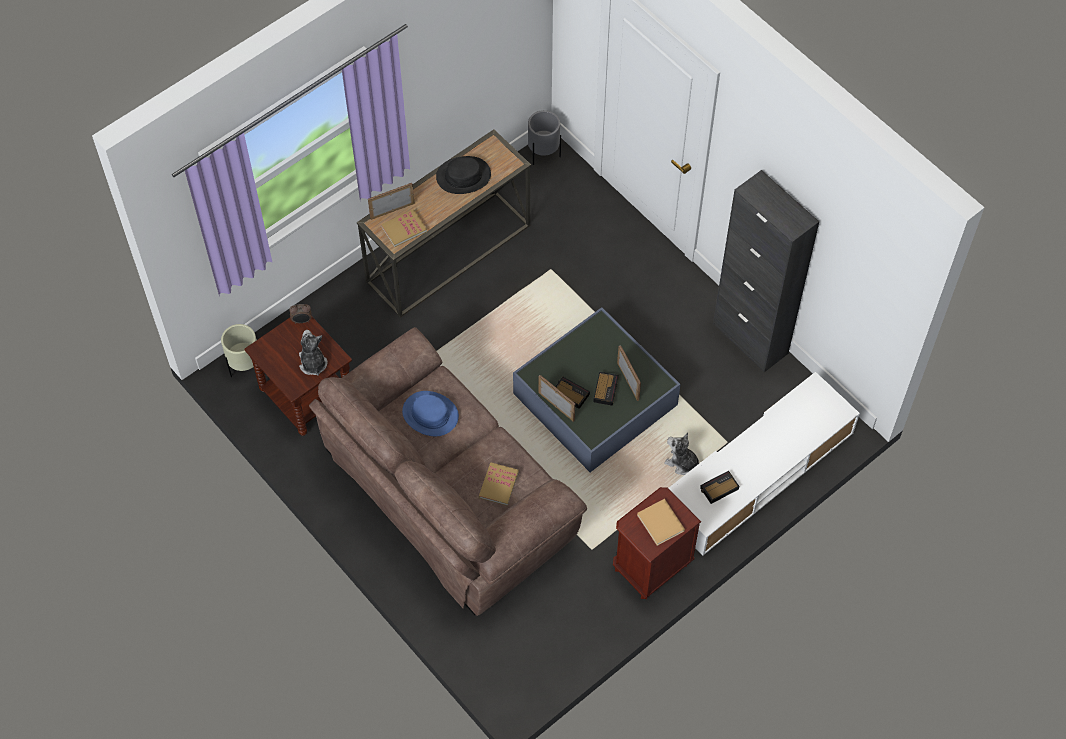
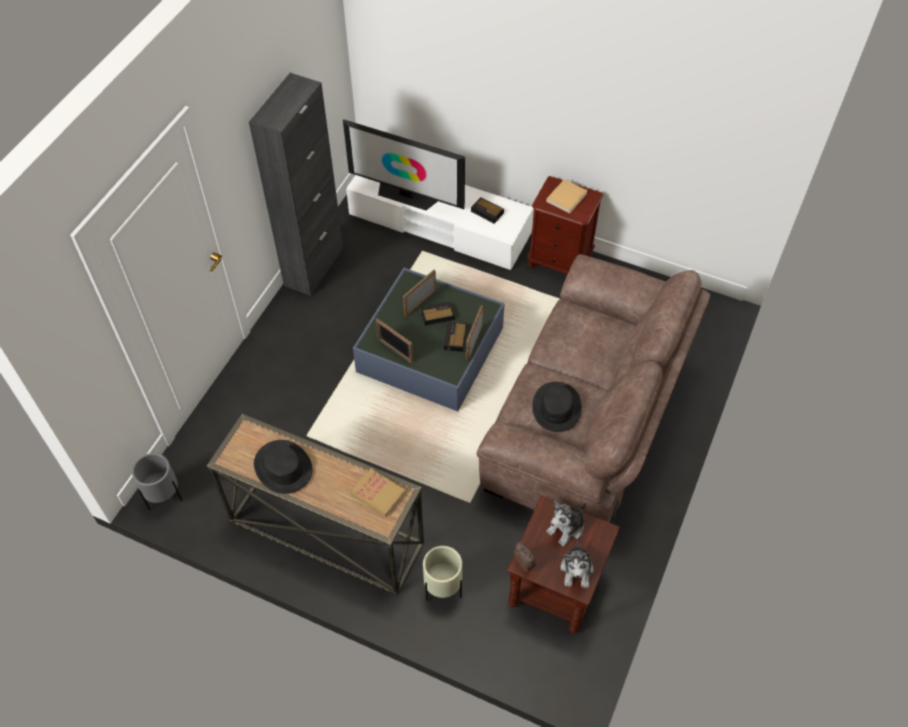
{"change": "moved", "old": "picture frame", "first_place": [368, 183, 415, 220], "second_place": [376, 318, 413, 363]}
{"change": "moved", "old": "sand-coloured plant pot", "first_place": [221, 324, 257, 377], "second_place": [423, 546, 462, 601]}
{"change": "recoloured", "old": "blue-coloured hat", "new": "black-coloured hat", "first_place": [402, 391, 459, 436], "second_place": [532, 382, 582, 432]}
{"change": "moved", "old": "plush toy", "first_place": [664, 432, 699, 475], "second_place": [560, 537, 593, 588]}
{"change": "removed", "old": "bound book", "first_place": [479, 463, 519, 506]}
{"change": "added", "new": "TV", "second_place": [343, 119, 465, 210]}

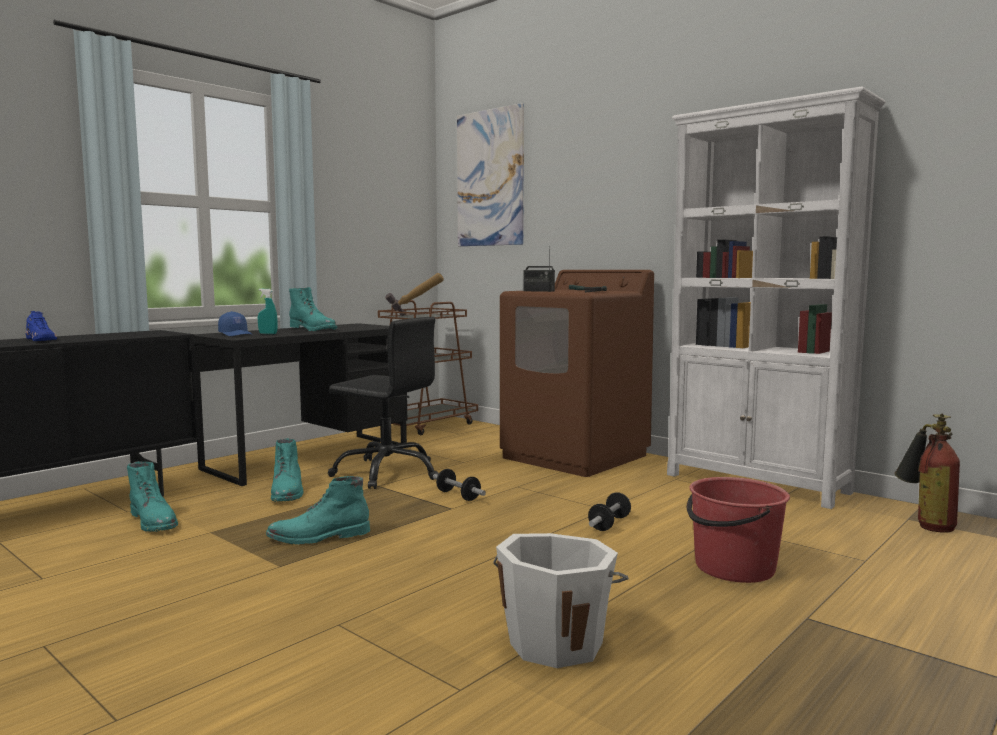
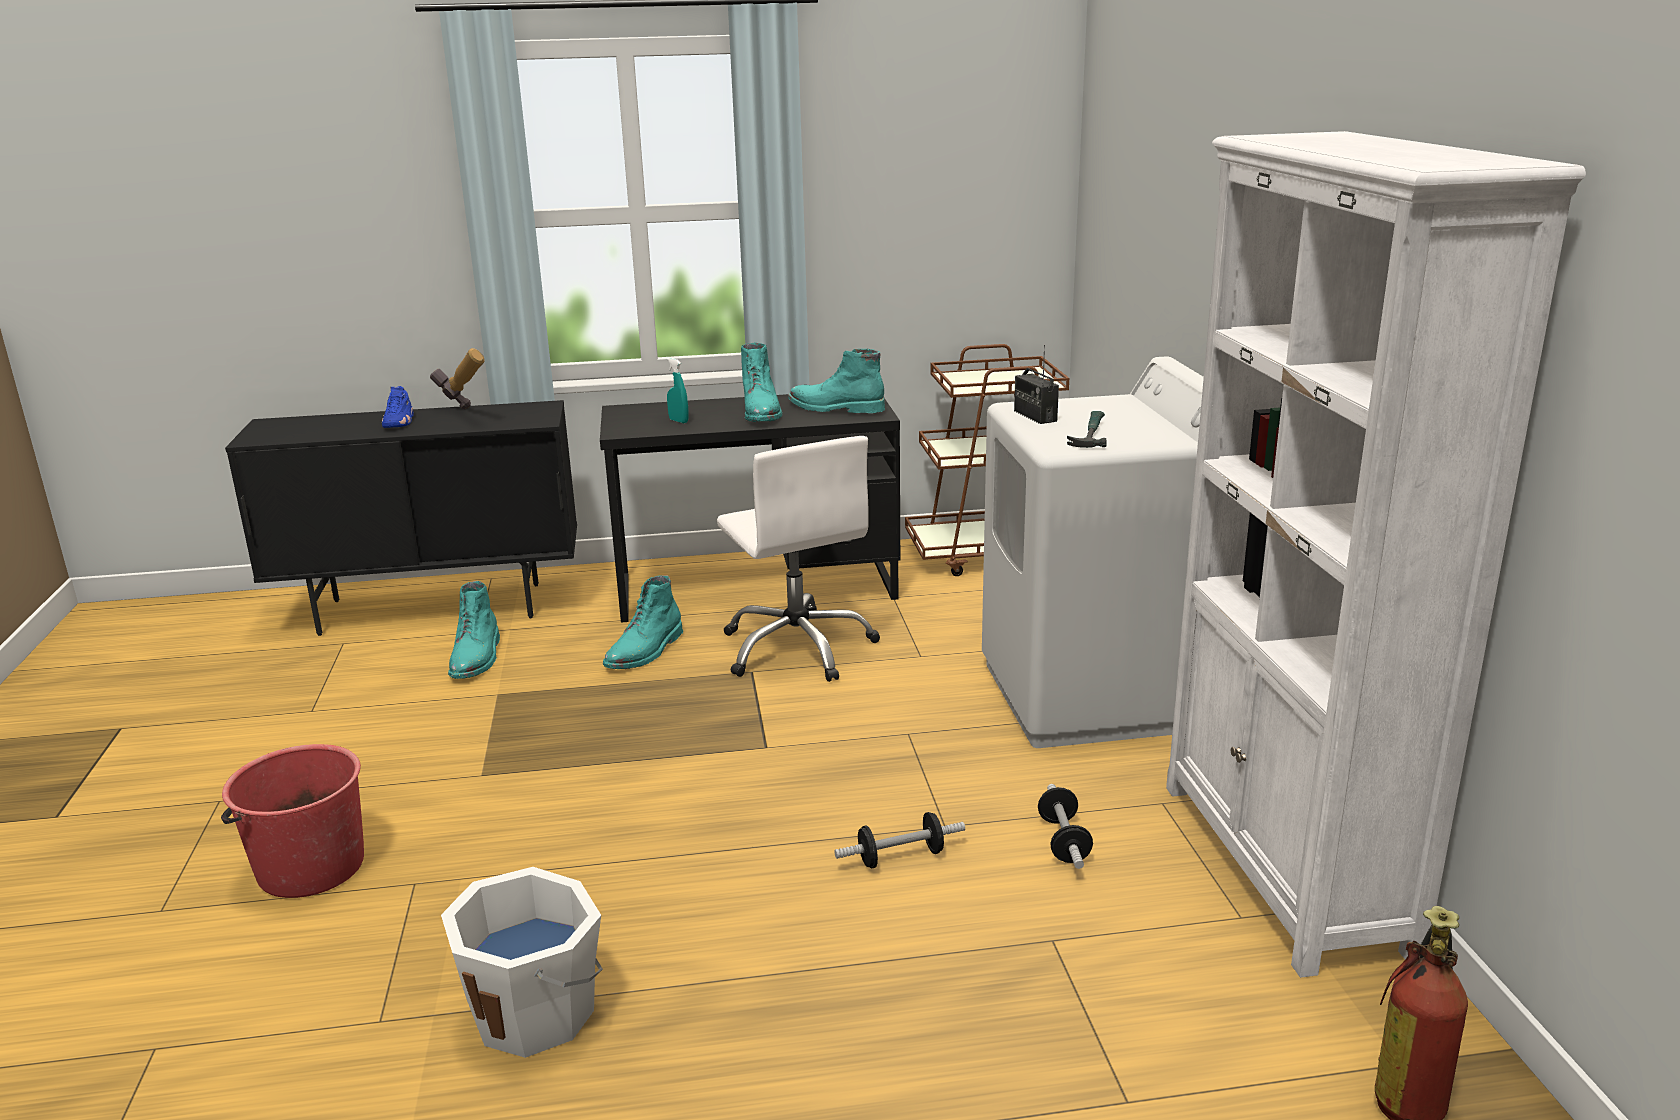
{"change": "removed", "old": "wall art", "first_place": [457, 103, 524, 246]}
{"change": "recoloured", "old": "brown-coloured laundry appliance", "new": "white-coloured laundry appliance", "first_place": [500, 270, 654, 477], "second_place": [982, 356, 1204, 748]}
{"change": "moved", "old": "hand hammer", "first_place": [385, 273, 444, 316], "second_place": [430, 348, 485, 409]}
{"change": "removed", "old": "blue-coloured cap", "first_place": [218, 311, 253, 336]}
{"change": "recoloured", "old": "black-coloured office chair", "new": "white-coloured office chair", "first_place": [328, 317, 439, 489], "second_place": [717, 436, 880, 682]}
{"change": "moved", "old": "hand weight", "first_place": [433, 469, 486, 501], "second_place": [1038, 784, 1093, 869]}
{"change": "moved", "old": "turquoise-coloured boot", "first_place": [266, 476, 370, 545], "second_place": [788, 349, 885, 413]}
{"change": "moved", "old": "red water bucket", "first_place": [687, 477, 790, 583], "second_place": [221, 744, 364, 898]}

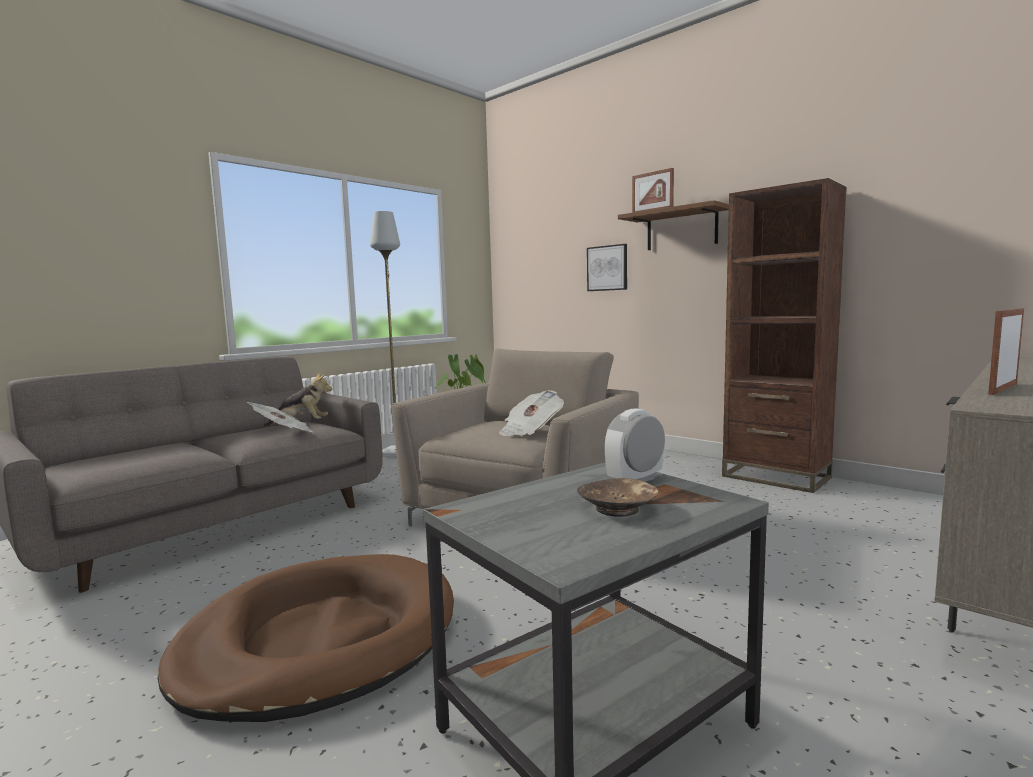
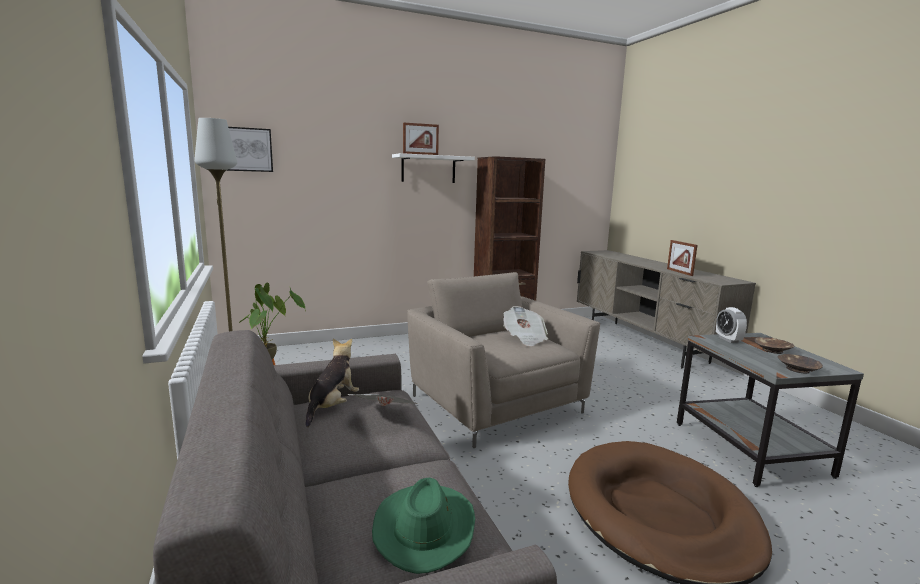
{"change": "recoloured", "old": "brown-coloured bracket shelf", "new": "white-coloured bracket shelf", "first_place": [618, 200, 729, 250], "second_place": [392, 153, 475, 183]}
{"change": "moved", "old": "wall art", "first_place": [587, 244, 627, 291], "second_place": [227, 127, 273, 172]}
{"change": "added", "new": "brown-coloured deep dish", "second_place": [778, 354, 823, 373]}
{"change": "added", "new": "green hat", "second_place": [372, 478, 475, 574]}

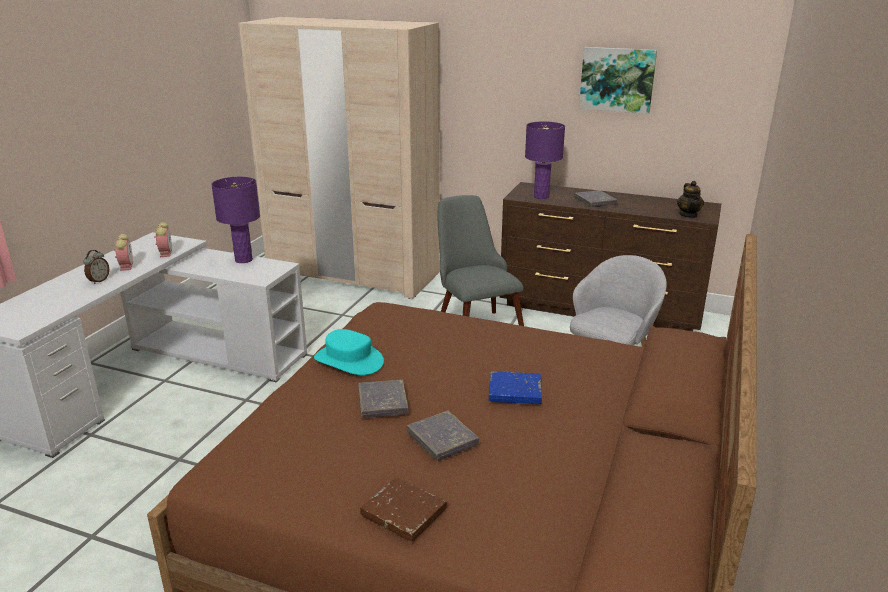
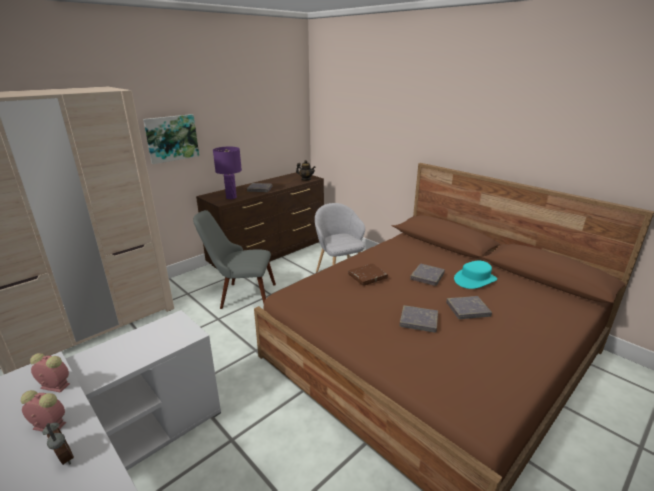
{"change": "moved", "old": "wall art", "first_place": [579, 47, 657, 114], "second_place": [143, 114, 199, 164]}
{"change": "removed", "old": "purple table lamp", "first_place": [211, 177, 260, 263]}
{"change": "moved", "old": "turquoise-coloured hat", "first_place": [314, 329, 384, 375], "second_place": [454, 261, 497, 289]}
{"change": "recoloured", "old": "blue-coloured bound book", "new": "greyish bound book", "first_place": [489, 371, 542, 404], "second_place": [410, 263, 445, 286]}
{"change": "moved", "old": "brown-coloured bound book", "first_place": [360, 477, 447, 542], "second_place": [348, 264, 388, 286]}

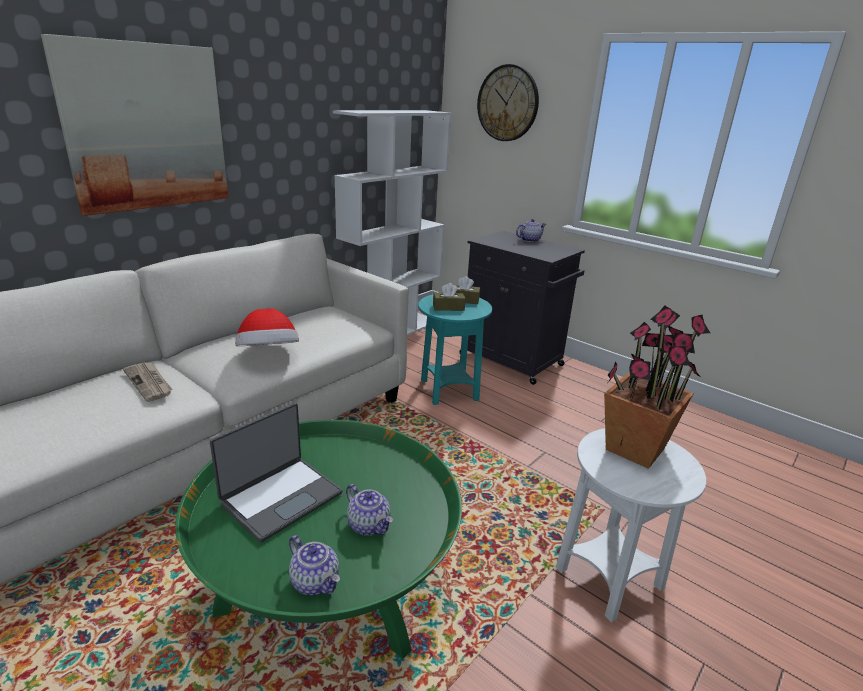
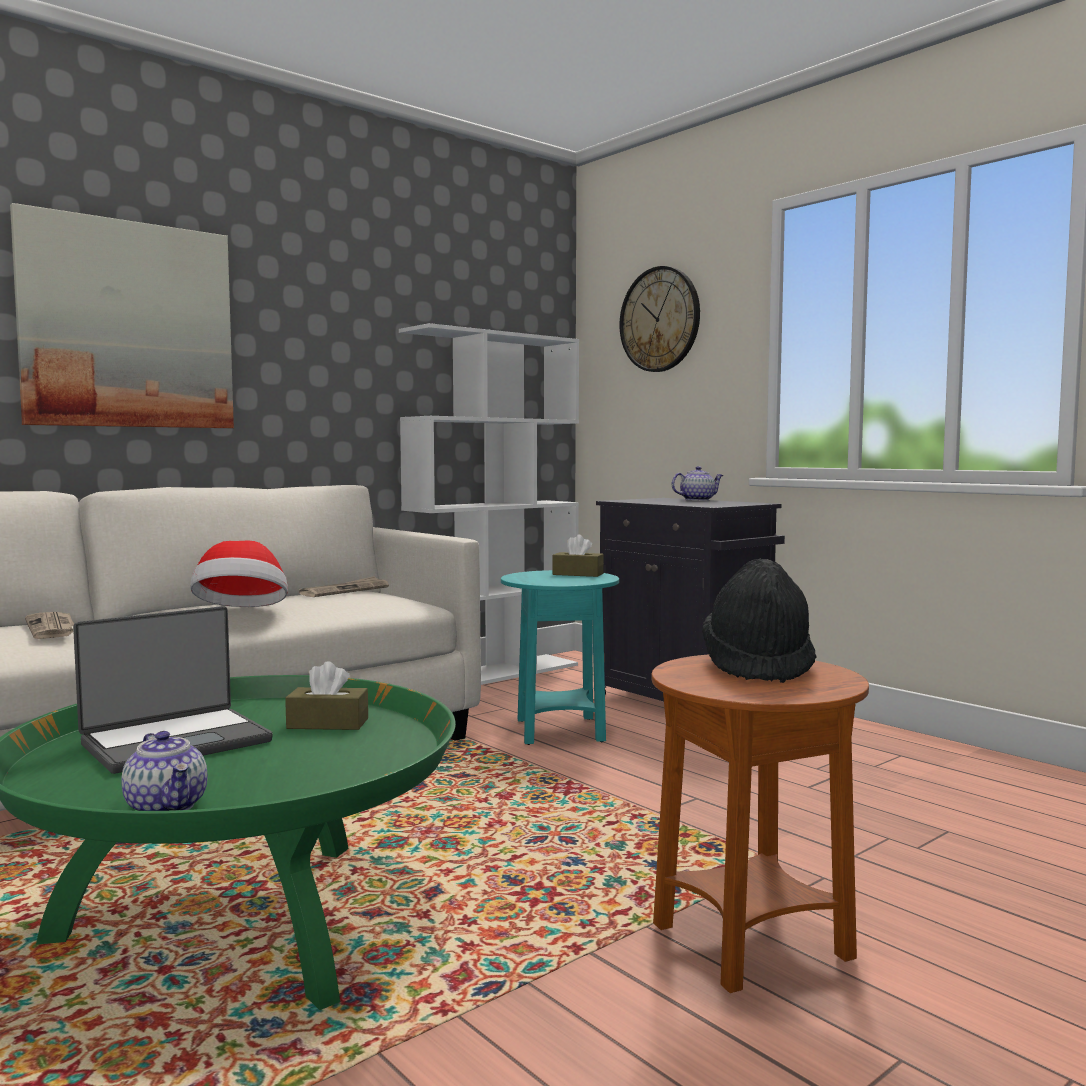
{"change": "moved", "old": "brown-coloured tissue box", "first_place": [433, 283, 466, 311], "second_place": [285, 661, 368, 730]}
{"change": "replaced", "old": "houseplant", "new": "black-coloured hat", "first_place": [604, 306, 710, 469], "second_place": [702, 559, 817, 683]}
{"change": "recoloured", "old": "white-coloured side table", "new": "brown-coloured side table", "first_place": [556, 428, 706, 622], "second_place": [651, 654, 869, 993]}
{"change": "removed", "old": "tea pot", "first_place": [346, 484, 393, 536]}
{"change": "added", "new": "printed paper", "second_place": [299, 576, 389, 597]}

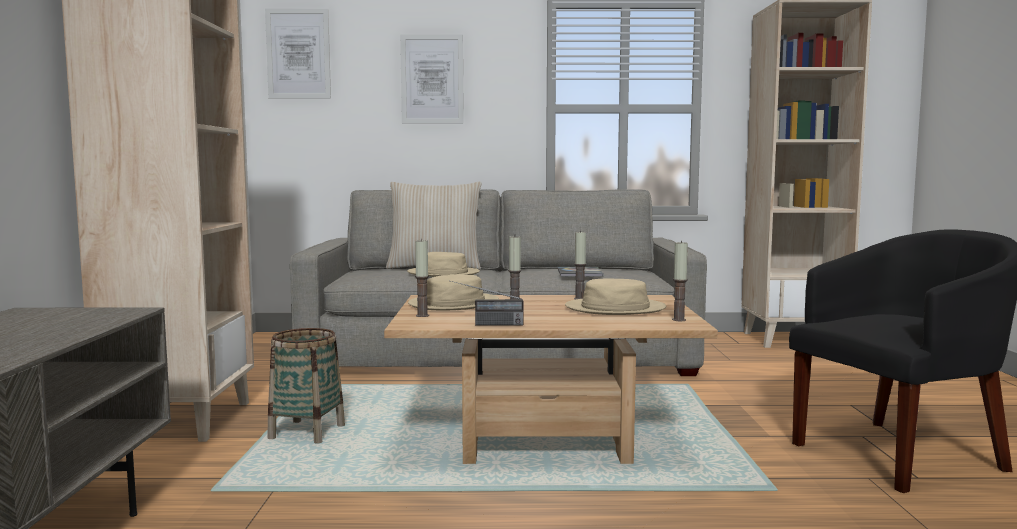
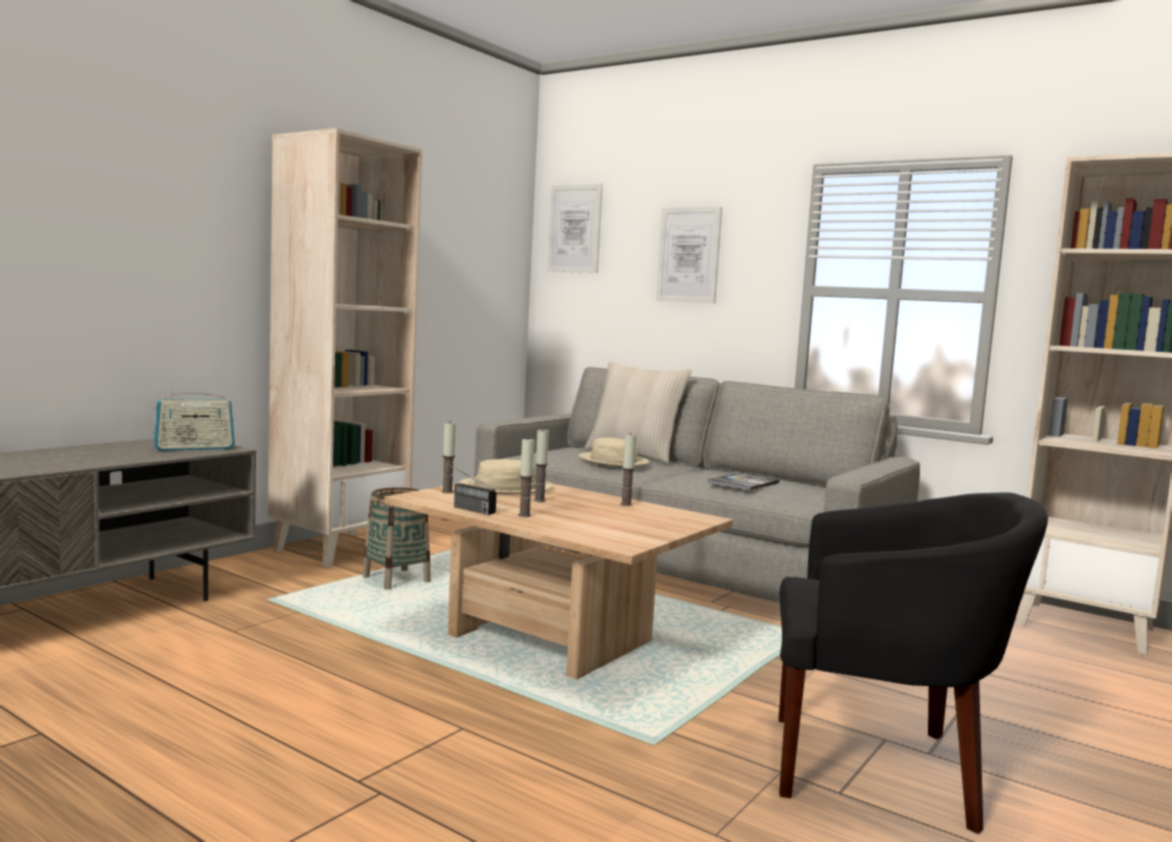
{"change": "moved", "old": "wax light", "first_place": [672, 240, 688, 321], "second_place": [518, 437, 535, 517]}
{"change": "removed", "old": "sand-coloured hat", "first_place": [565, 279, 666, 315]}
{"change": "added", "new": "radio receiver", "second_place": [153, 387, 235, 451]}

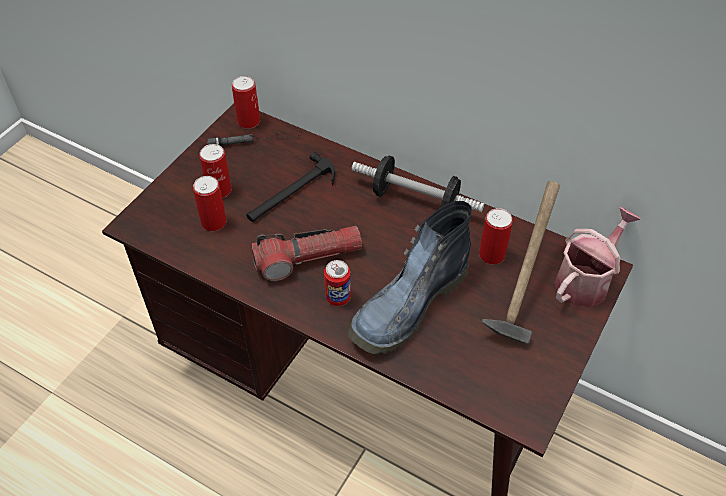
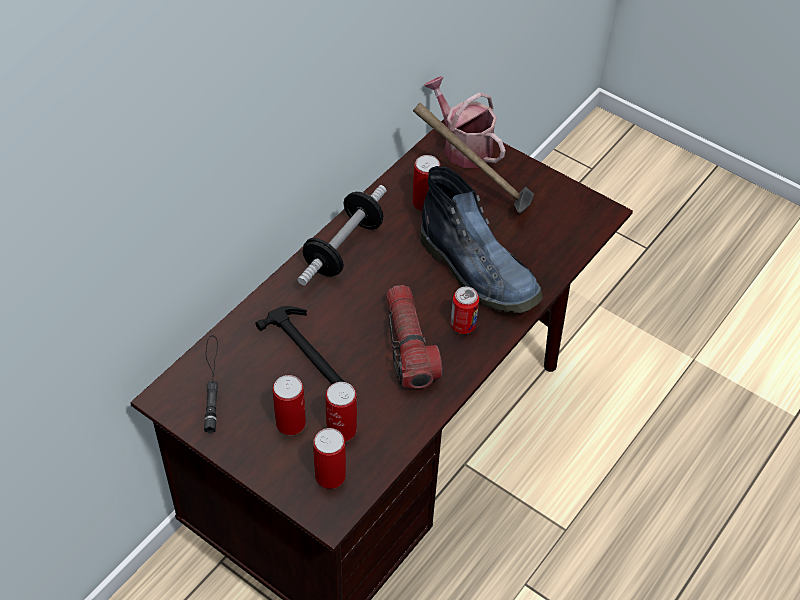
{"change": "moved", "old": "metal can", "first_place": [232, 76, 260, 129], "second_place": [313, 428, 346, 489]}

